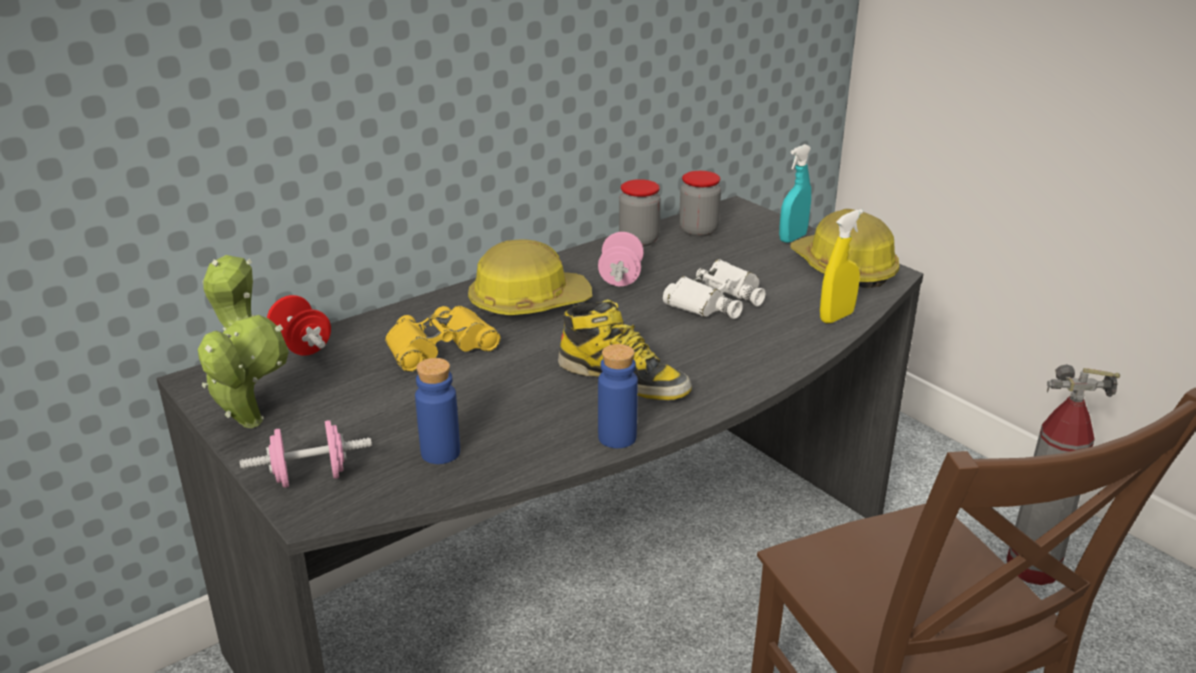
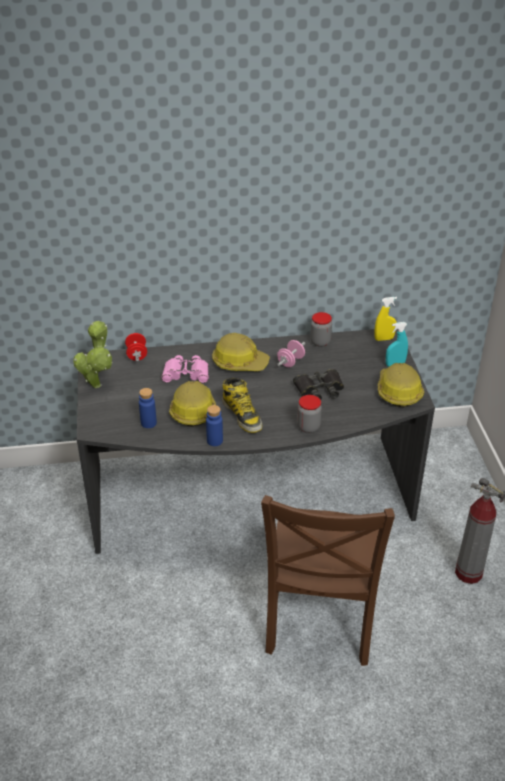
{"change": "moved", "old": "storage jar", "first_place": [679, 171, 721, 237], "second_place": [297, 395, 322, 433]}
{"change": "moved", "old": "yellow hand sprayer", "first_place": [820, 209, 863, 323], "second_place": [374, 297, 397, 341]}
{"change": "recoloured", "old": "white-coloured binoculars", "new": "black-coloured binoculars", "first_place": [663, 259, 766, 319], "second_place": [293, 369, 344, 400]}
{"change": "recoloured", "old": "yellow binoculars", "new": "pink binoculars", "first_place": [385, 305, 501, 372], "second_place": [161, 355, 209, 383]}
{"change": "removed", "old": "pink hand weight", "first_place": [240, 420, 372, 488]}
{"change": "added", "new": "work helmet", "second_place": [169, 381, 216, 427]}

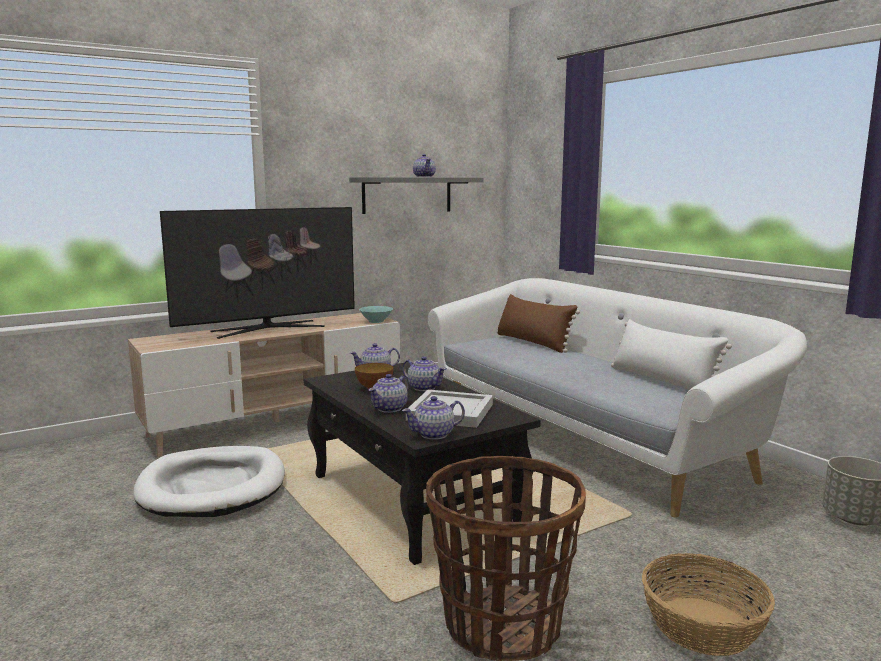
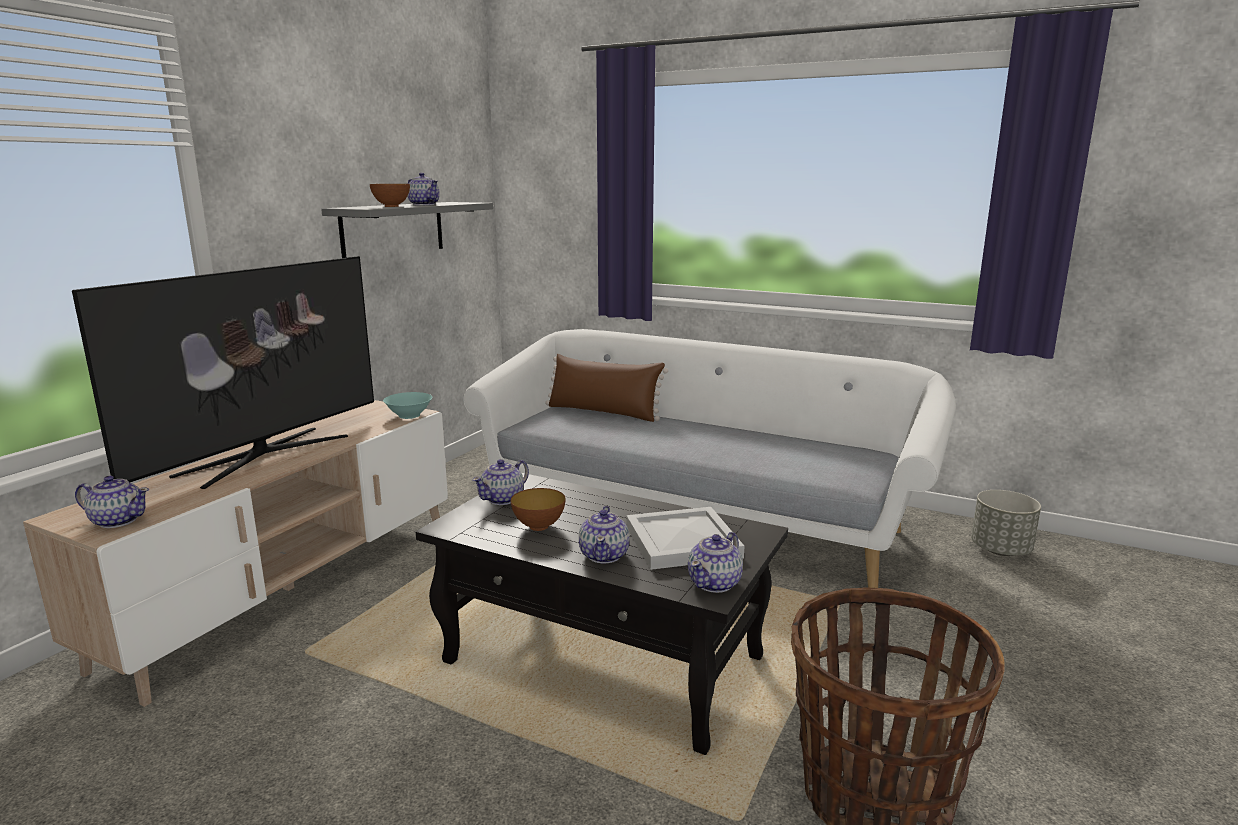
{"change": "removed", "old": "white-coloured cushion", "first_place": [611, 319, 732, 390]}
{"change": "moved", "old": "tea pot", "first_place": [403, 356, 446, 391], "second_place": [75, 476, 149, 528]}
{"change": "removed", "old": "white-coloured dog bed", "first_place": [134, 446, 285, 517]}
{"change": "removed", "old": "storage basket", "first_place": [642, 553, 775, 656]}
{"change": "added", "new": "deep dish", "second_place": [370, 184, 410, 207]}

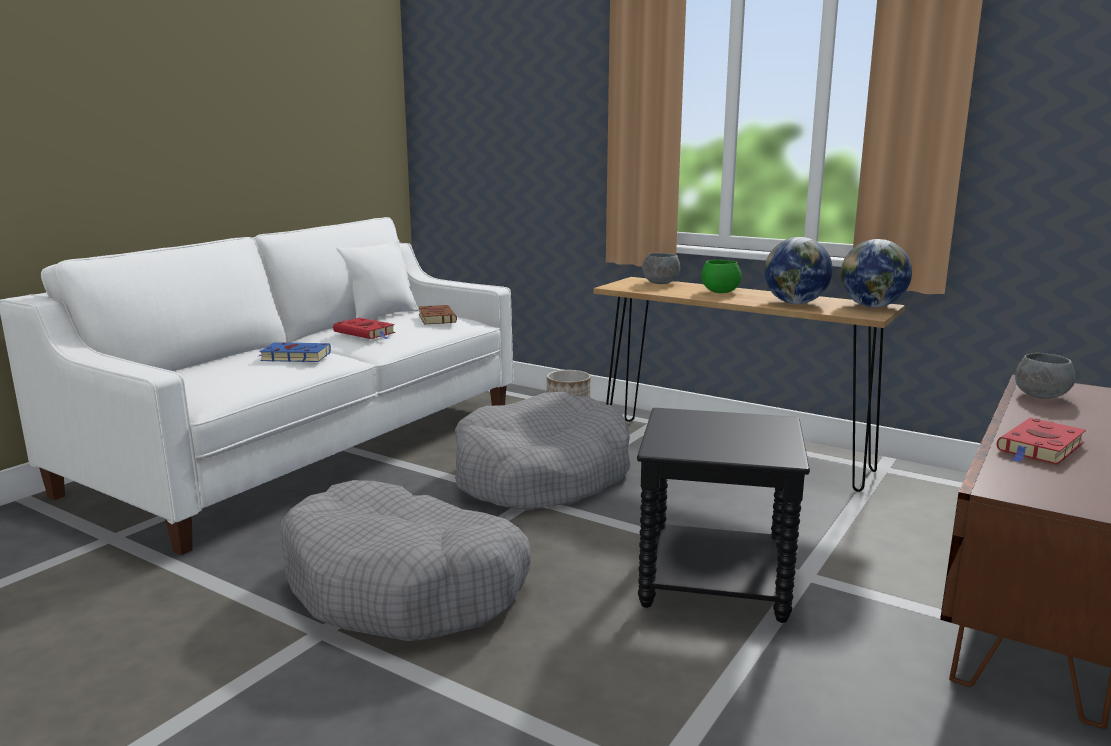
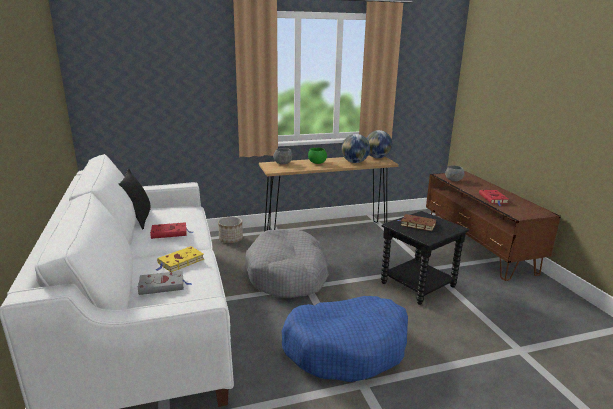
{"change": "recoloured", "old": "white-coloured cushion", "new": "black-coloured cushion", "first_place": [336, 239, 419, 319], "second_place": [119, 168, 151, 230]}
{"change": "moved", "old": "brown-coloured bound book", "first_place": [418, 305, 457, 325], "second_place": [398, 214, 436, 231]}
{"change": "recoloured", "old": "blue-coloured bound book", "new": "yellow bound book", "first_place": [259, 342, 331, 362], "second_place": [155, 246, 204, 272]}
{"change": "recoloured", "old": "greyish dog bed", "new": "blue-coloured dog bed", "first_place": [280, 480, 531, 641], "second_place": [282, 296, 408, 382]}
{"change": "added", "new": "greyish bound book", "second_place": [137, 271, 192, 295]}

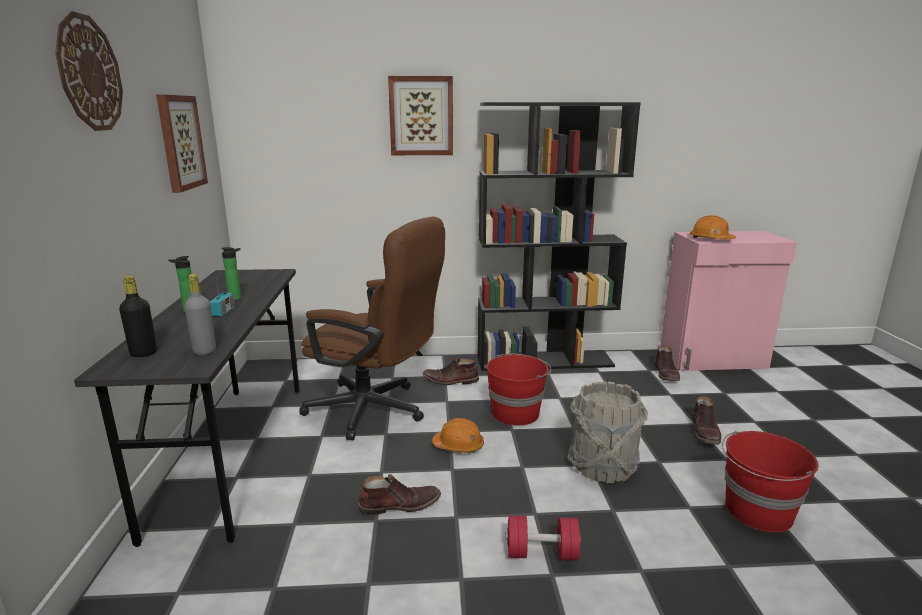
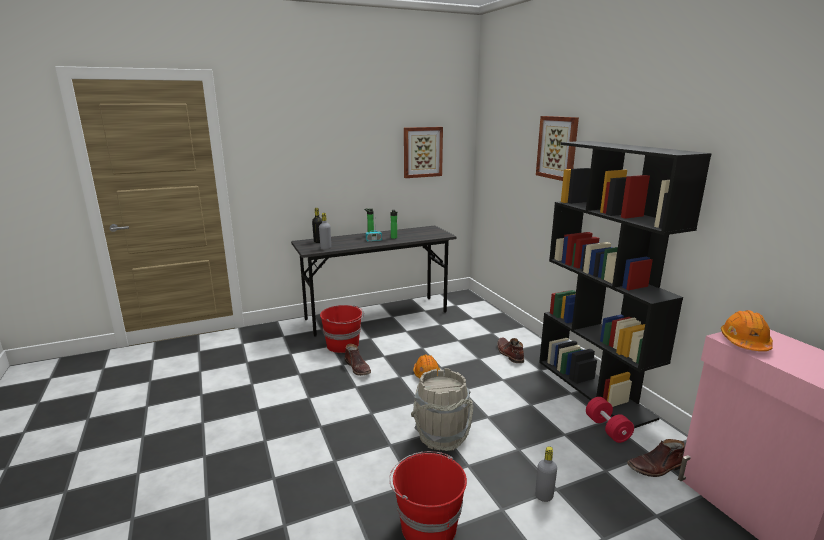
{"change": "removed", "old": "clock on the wall", "first_place": [55, 11, 123, 131]}
{"change": "removed", "old": "brown-coloured office chair", "first_place": [299, 217, 445, 440]}
{"change": "moved", "old": "red water bucket", "first_place": [486, 354, 551, 426], "second_place": [320, 305, 364, 353]}
{"change": "replaced", "old": "brown-coloured boot", "new": "greyish drink bottle", "first_place": [692, 396, 721, 444], "second_place": [535, 446, 557, 502]}
{"change": "moved", "old": "red hand weight", "first_place": [505, 515, 581, 561], "second_place": [586, 397, 634, 443]}

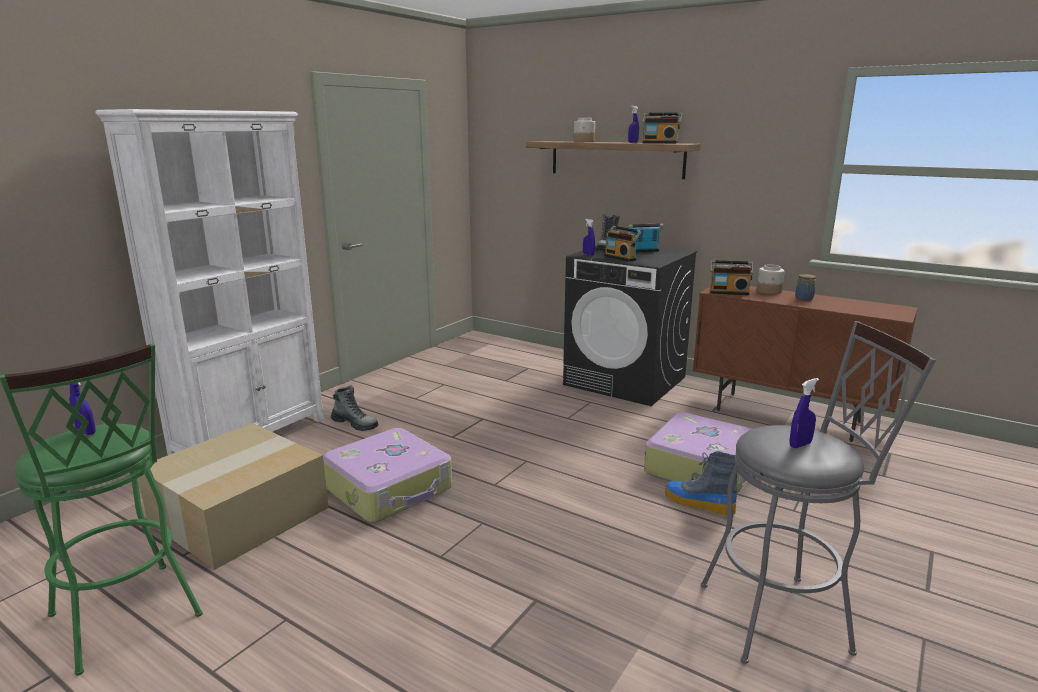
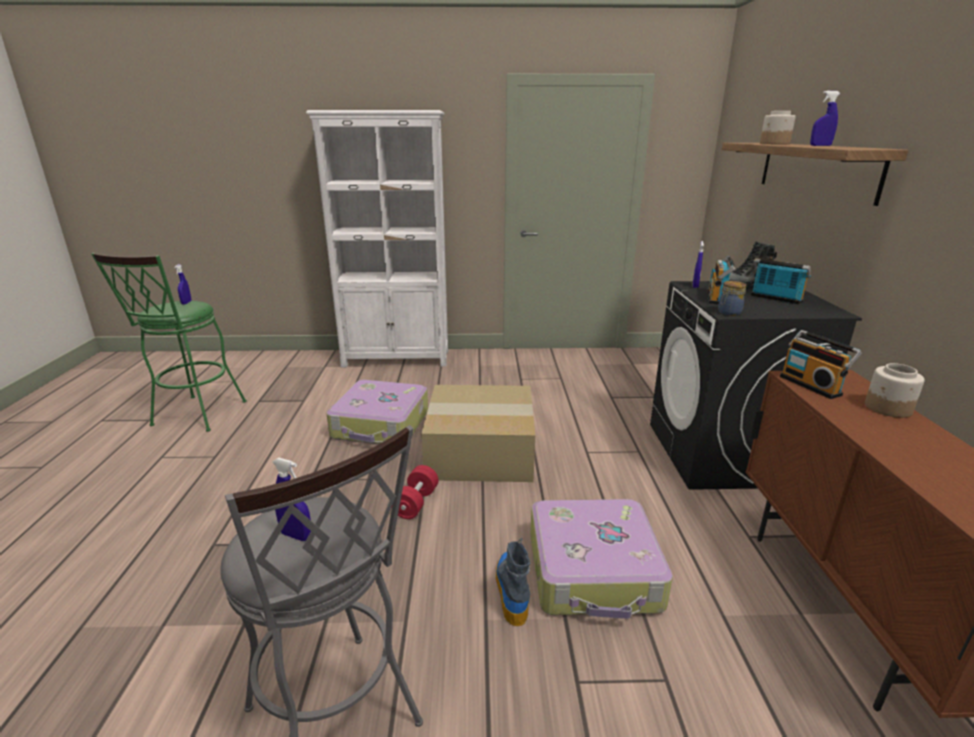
{"change": "removed", "old": "radio receiver", "first_place": [642, 112, 683, 143]}
{"change": "moved", "old": "storage jar", "first_place": [795, 274, 816, 301], "second_place": [718, 281, 747, 316]}
{"change": "removed", "old": "boot", "first_place": [331, 386, 378, 431]}
{"change": "moved", "old": "packing box", "first_place": [138, 423, 329, 570], "second_place": [421, 385, 535, 482]}
{"change": "added", "new": "red hand weight", "second_place": [391, 465, 438, 519]}

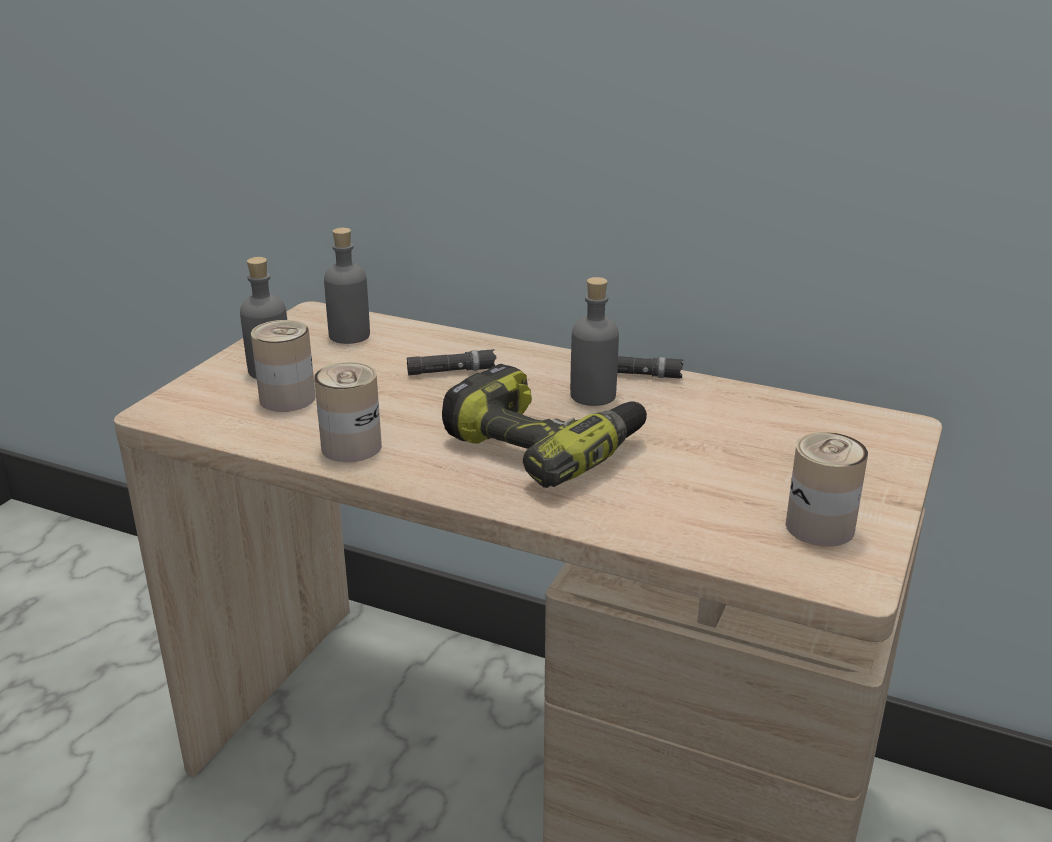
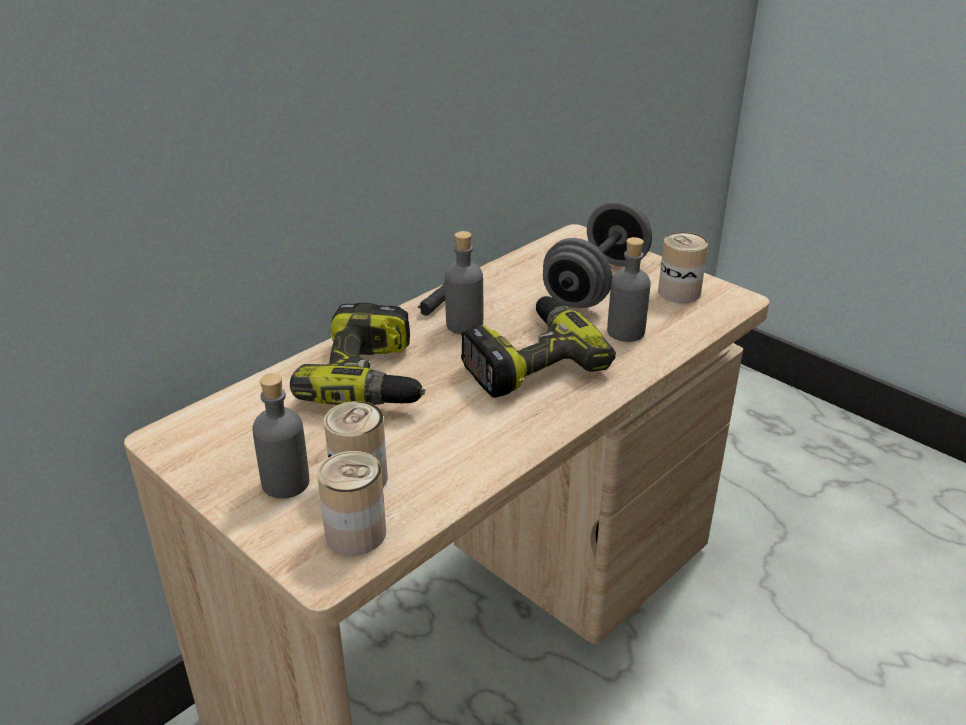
{"change": "moved", "old": "greyish drink bottle", "first_place": [324, 228, 370, 344], "second_place": [607, 237, 651, 342]}
{"change": "replaced", "old": "black-coloured flashlight", "new": "power drill", "first_place": [407, 349, 497, 375], "second_place": [290, 303, 425, 405]}
{"change": "moved", "old": "metal can", "first_place": [314, 362, 382, 462], "second_place": [317, 451, 386, 555]}
{"change": "added", "new": "greyish hand weight", "second_place": [543, 201, 652, 308]}

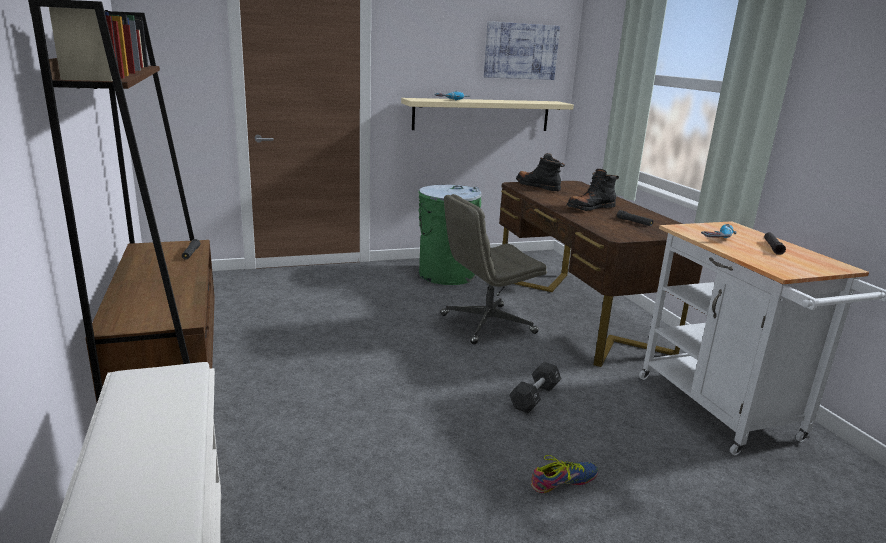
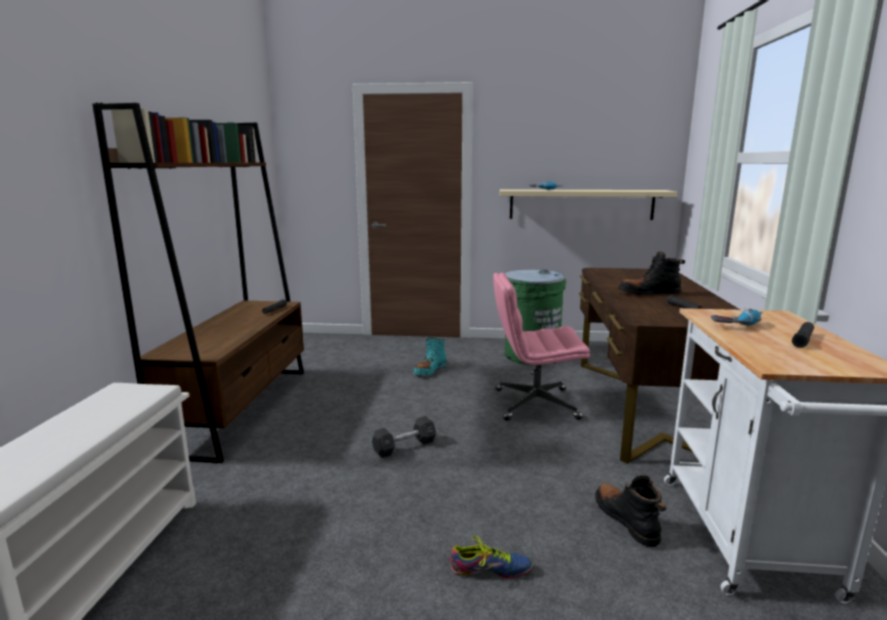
{"change": "removed", "old": "wall art", "first_place": [484, 21, 560, 80]}
{"change": "moved", "old": "black-coloured boot", "first_place": [516, 153, 565, 191], "second_place": [595, 476, 667, 547]}
{"change": "recoloured", "old": "greyish office chair", "new": "pink office chair", "first_place": [440, 194, 547, 344], "second_place": [493, 272, 590, 421]}
{"change": "moved", "old": "black-coloured hand weight", "first_place": [509, 362, 562, 413], "second_place": [372, 416, 436, 458]}
{"change": "added", "new": "turquoise-coloured boot", "second_place": [413, 337, 447, 375]}

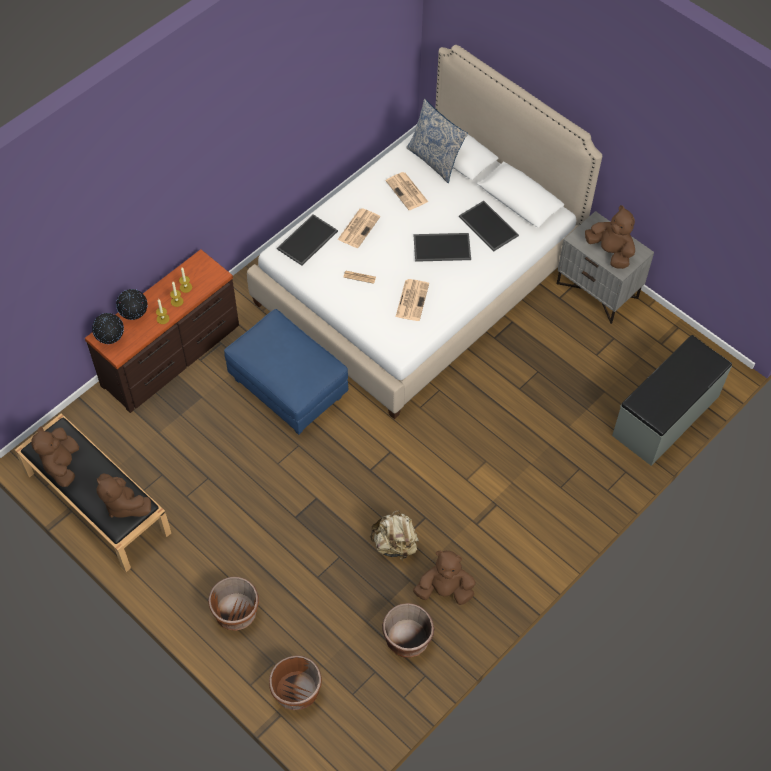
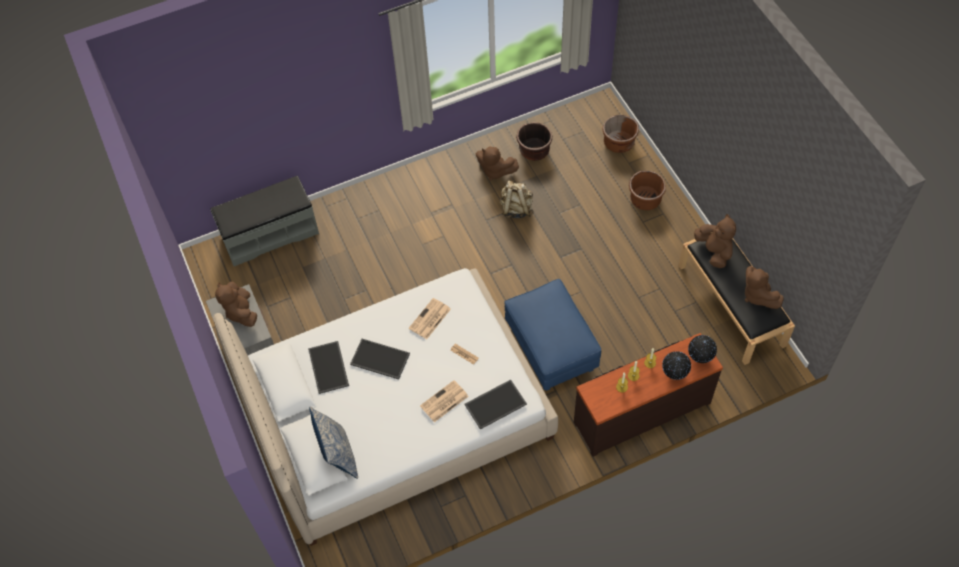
{"change": "removed", "old": "printed paper", "first_place": [385, 172, 428, 210]}
{"change": "turned", "old": "brown-coloured plush toy", "first_place": [31, 427, 79, 487], "second_place": [745, 266, 784, 309], "degrees": 135}

